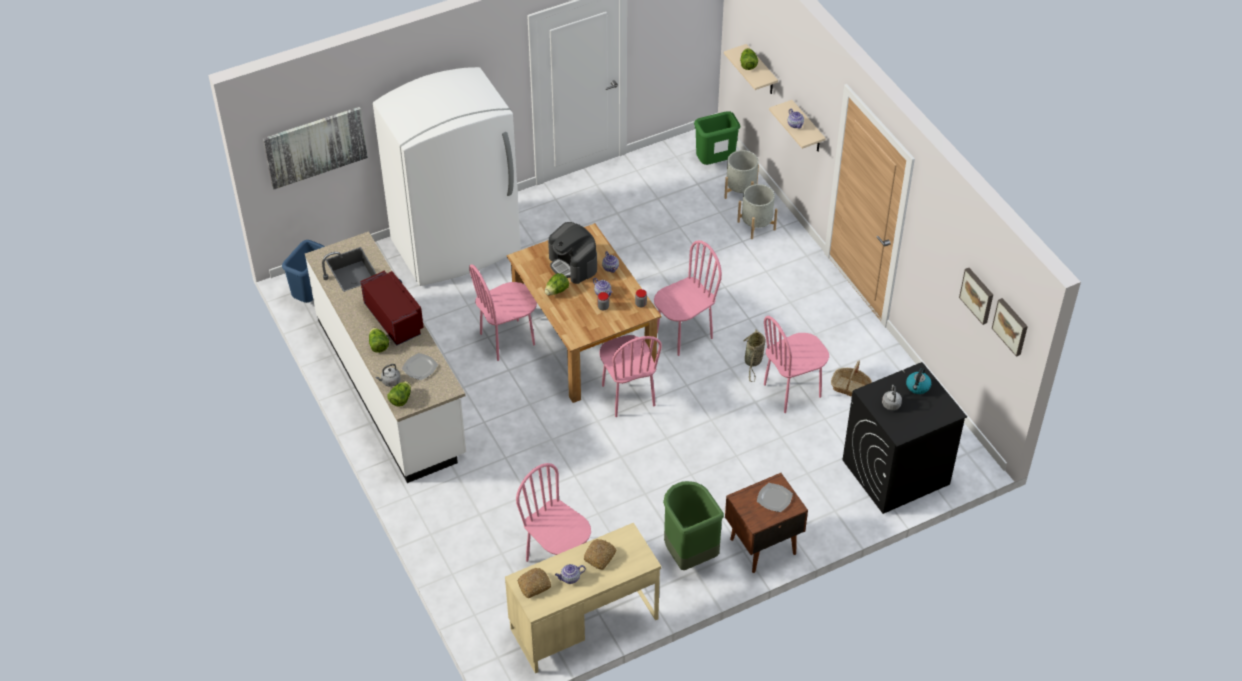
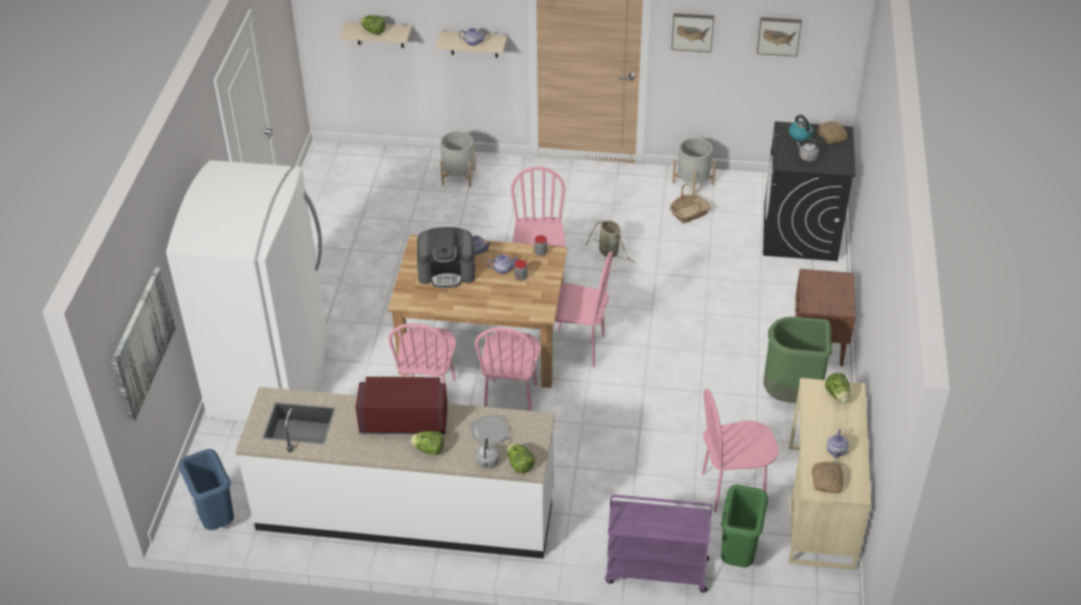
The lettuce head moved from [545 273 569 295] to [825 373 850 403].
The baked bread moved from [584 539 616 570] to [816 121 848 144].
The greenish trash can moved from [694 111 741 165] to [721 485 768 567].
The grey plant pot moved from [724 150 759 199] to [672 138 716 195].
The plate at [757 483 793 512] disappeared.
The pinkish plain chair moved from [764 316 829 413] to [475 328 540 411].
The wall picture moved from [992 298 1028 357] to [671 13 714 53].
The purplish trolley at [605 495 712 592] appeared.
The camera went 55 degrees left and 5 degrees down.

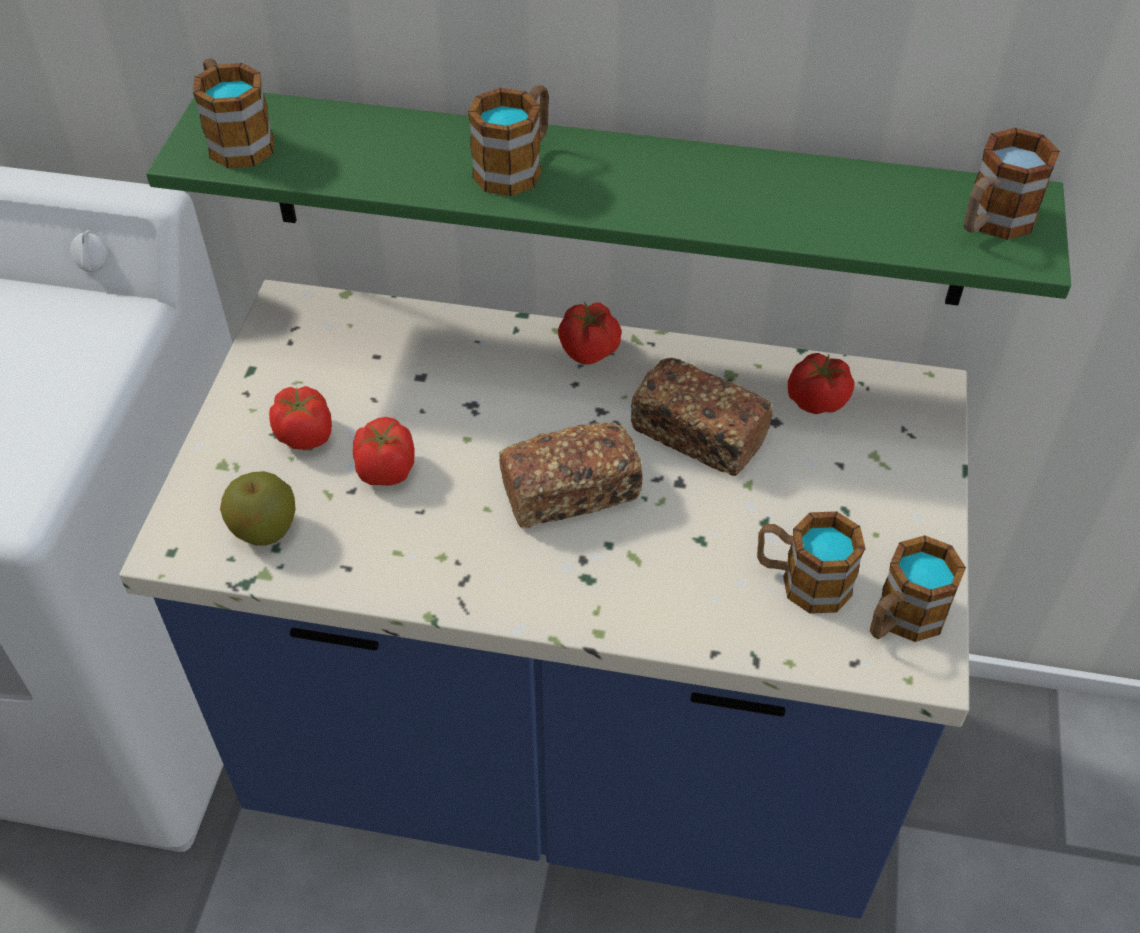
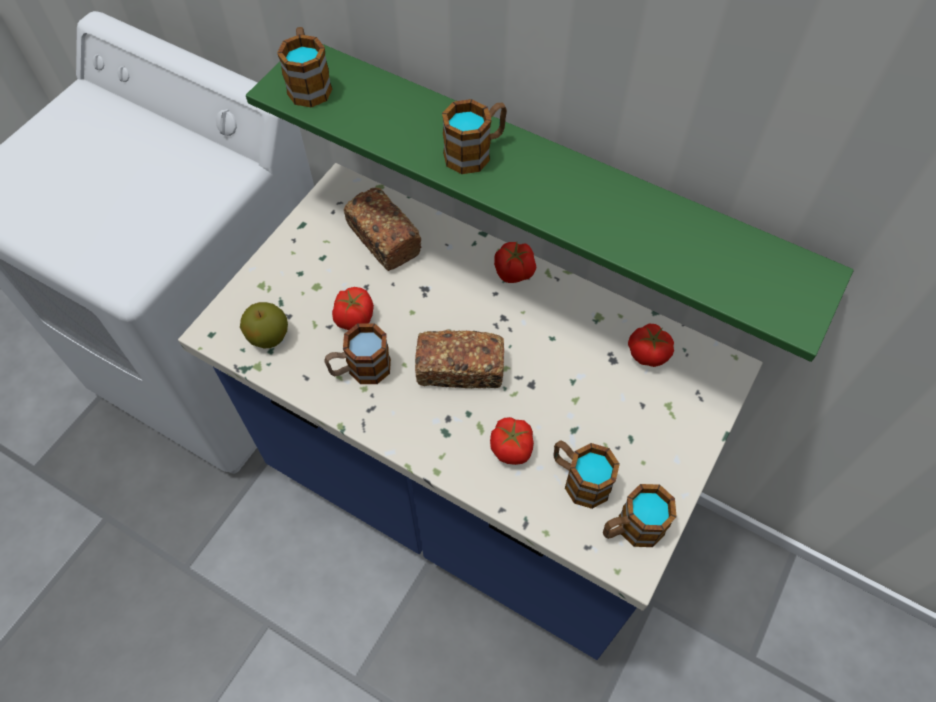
The fresh tomato moved from [269 386 332 450] to [490 417 534 465].
The baked bread moved from [631 358 772 476] to [344 188 422 271].
The mug moved from [964 128 1060 240] to [324 323 391 384].
The camera went 20 degrees right and 10 degrees up.

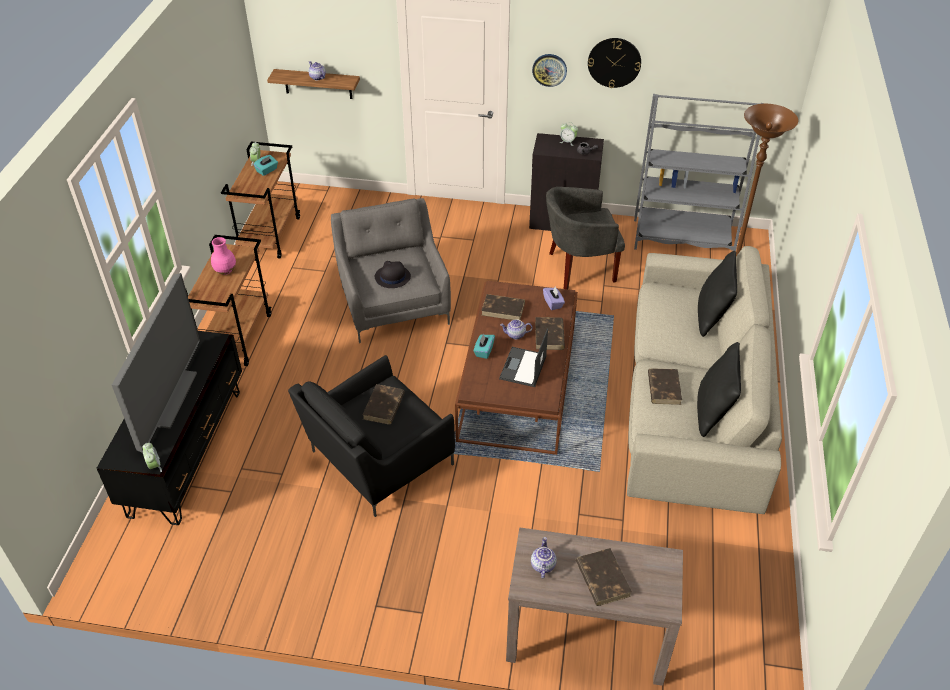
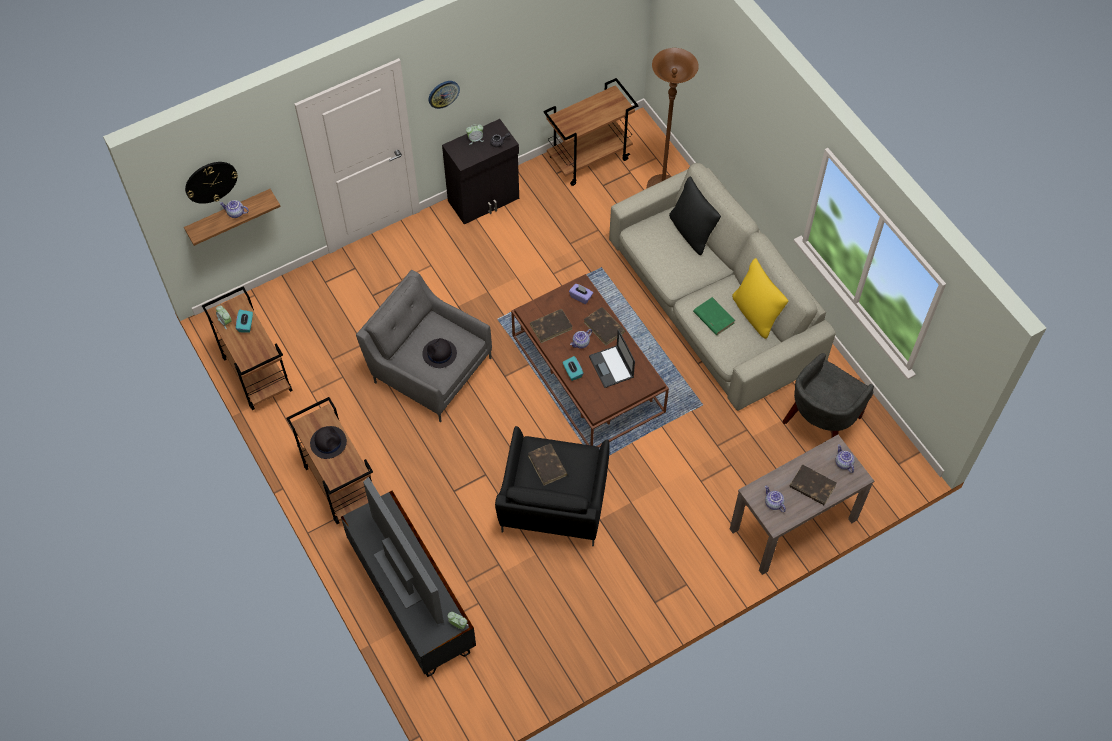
The pinkish flower vase at [211 237 236 275] was replaced by the blackish hat at [310 426 347 459].
The grey lounge chair moved from [546 187 625 289] to [782 353 874 438].
The wall clock moved from [588 38 641 88] to [185 162 238 204].
The grey bookcase at [634 94 765 251] was replaced by the brown-coloured trolley at [543 78 638 186].
The brown-coloured book at [648 368 682 405] became the greenish book at [693 297 735 335].
The blackish cushion at [697 342 741 437] became the yellowish cushion at [732 258 788 339].
The teapot at [835 444 855 473] appeared.
The camera went 40 degrees left and 15 degrees up.

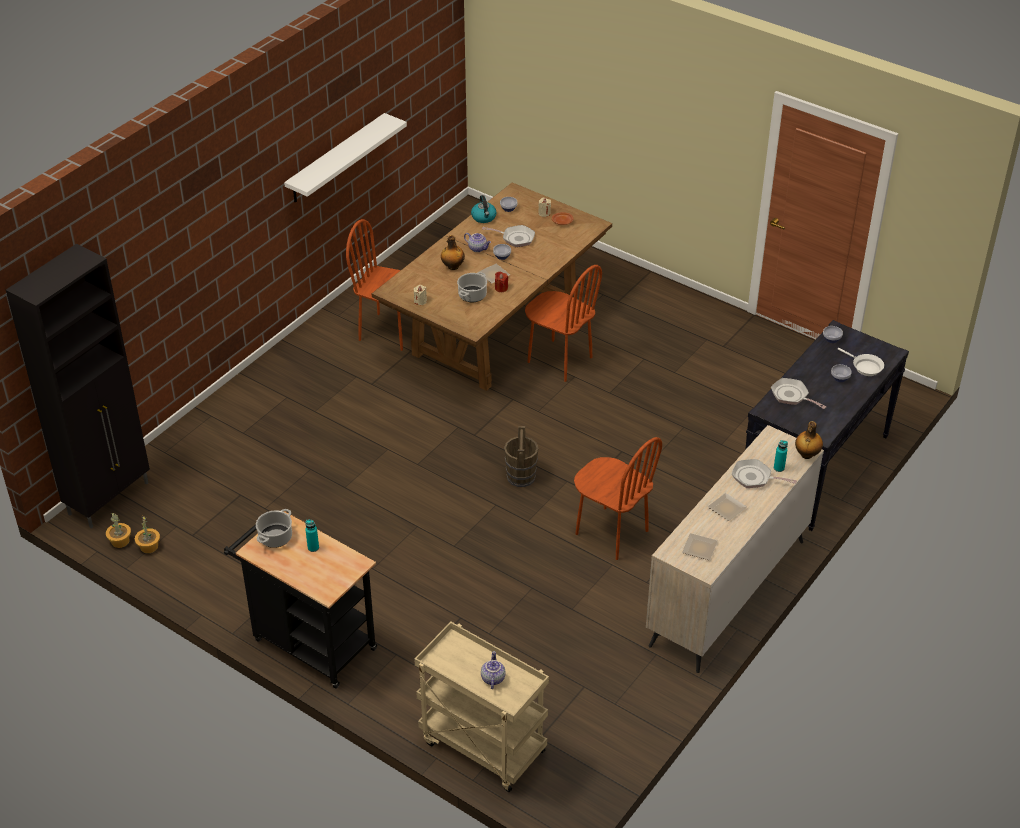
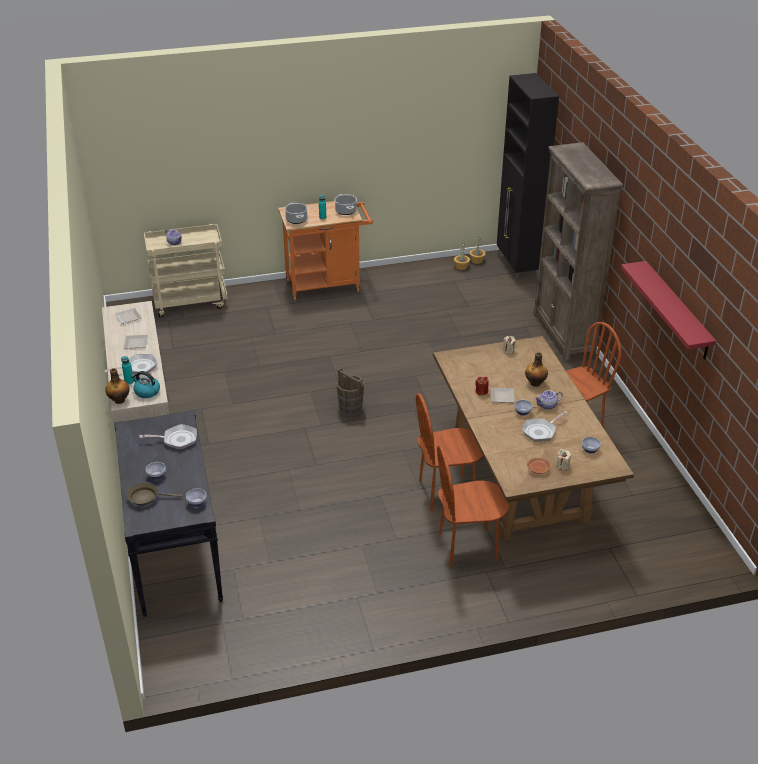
The blackish trolley at [224 511 377 689] became the orange trolley at [278 201 373 301].
The white-coloured shelf at [284 113 407 202] became the red-coloured shelf at [621 261 716 359].
The stockpot moved from [457 272 487 302] to [285 203 308 224].
The water kettle moved from [471 195 497 223] to [131 371 160 398].
The brown-coloured plain chair moved from [574 437 662 560] to [437 445 509 569].
The white-coloured pan at [838 348 884 376] became the brown-coloured pan at [127 483 183 506].
The brown-coloured bookcase at [534 142 623 361] appeared.
The camera went 130 degrees right and 5 degrees down.

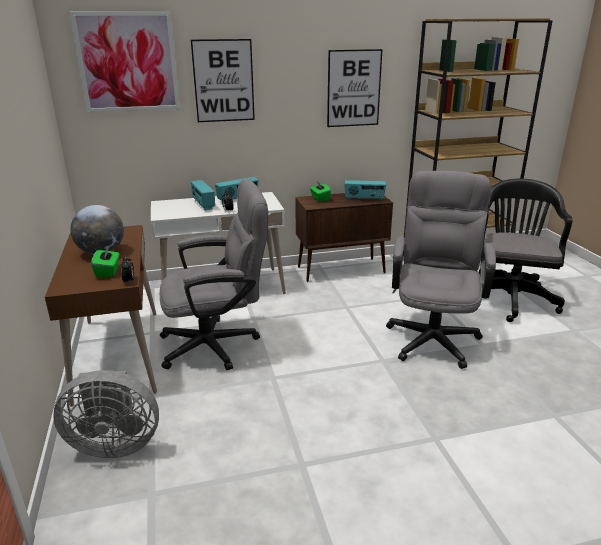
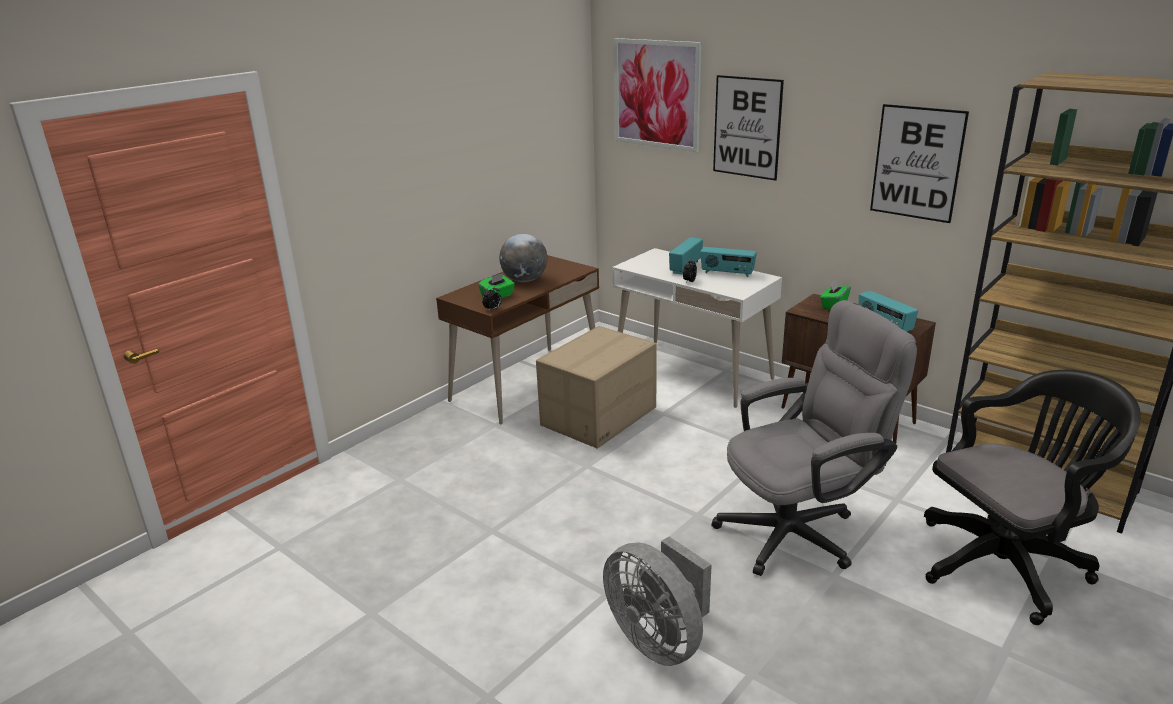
The grey electric fan moved from [53 370 159 458] to [603 537 712 666].
The grey computer chair at [160 179 268 370] was replaced by the packing box at [536 326 657 448].
The camera went 55 degrees right and 0 degrees up.

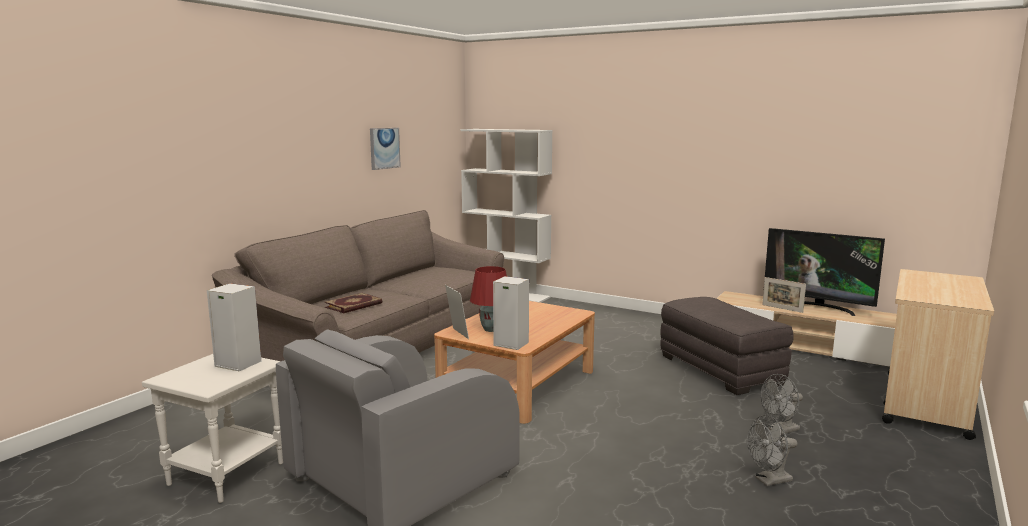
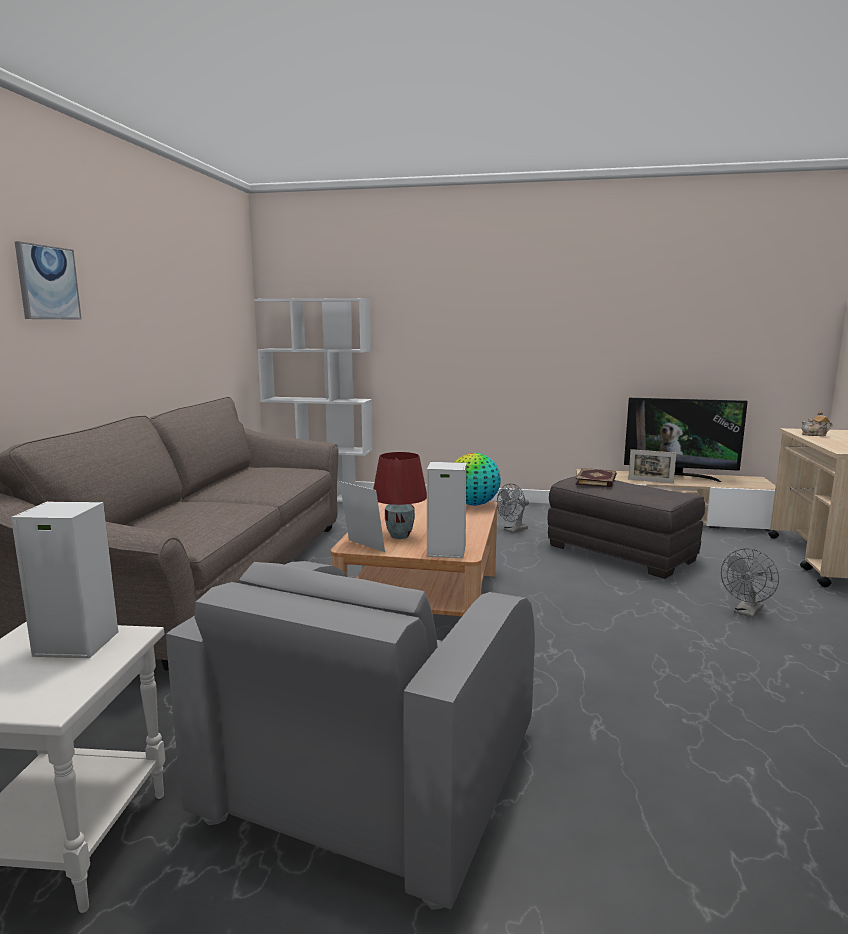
The book moved from [324 293 382 313] to [575 468 617 487].
The wall picture moved from [370 128 401 170] to [15 241 82 319].
The grey electric fan moved from [747 415 797 486] to [497 483 529 533].
The desk globe at [455 453 501 506] appeared.
The teapot at [801 411 832 436] appeared.
The camera went 20 degrees left and 0 degrees up.

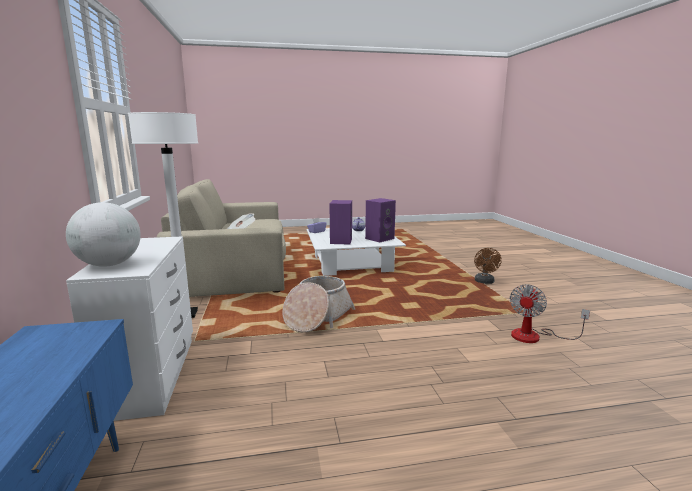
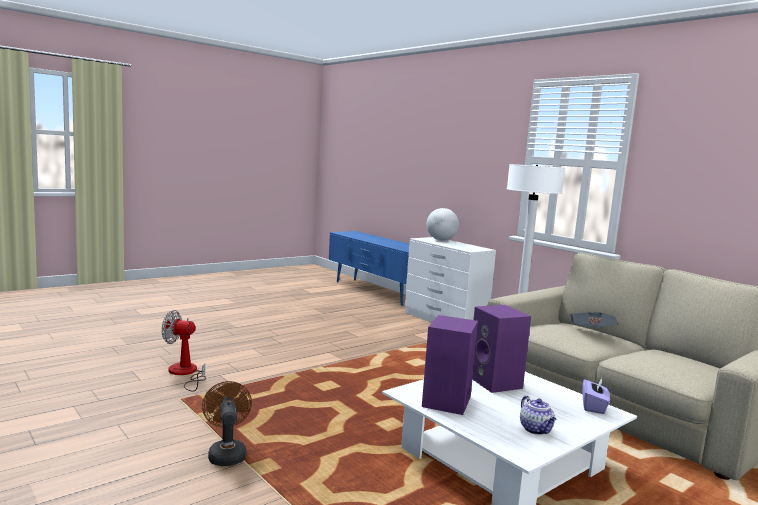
The storage basket at [282 276 355 332] disappeared.
The electric fan at [510 284 590 343] turned 90 degrees counterclockwise.
The camera went 150 degrees right and 5 degrees down.

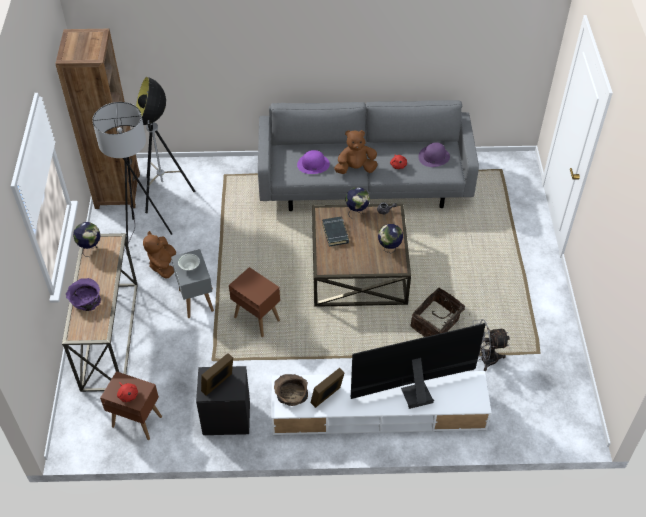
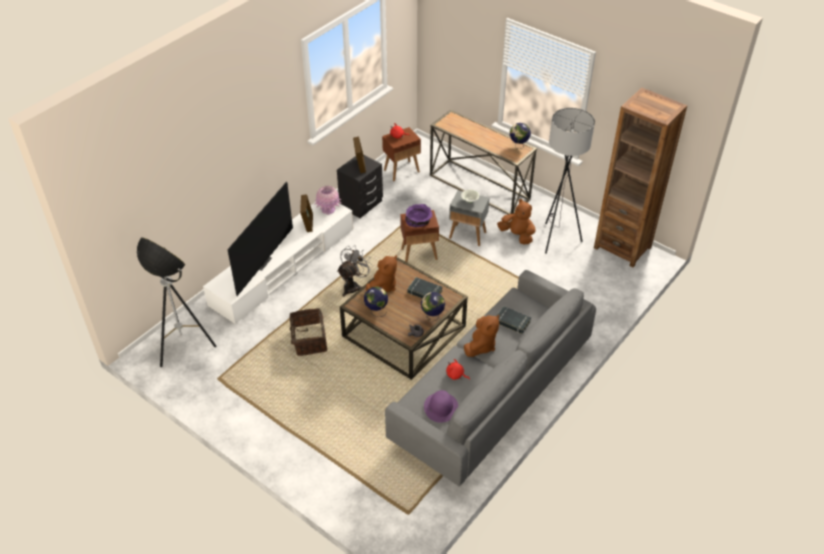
The purplish deep dish moved from [66 278 101 311] to [405 204 432 227].
The floor lamp moved from [136 77 195 213] to [137 237 216 367].
The brown-coloured deep dish at [274 374 308 406] was replaced by the pinkish flower vase at [314 186 341 215].
The purplish hat at [297 150 330 174] was replaced by the blackish book at [497 306 531 334].
The grey electric fan moved from [471 319 510 371] to [337 245 373 297].
The brown-coloured cuddly toy at [366 255 397 292] appeared.
The camera went 130 degrees right and 5 degrees down.

